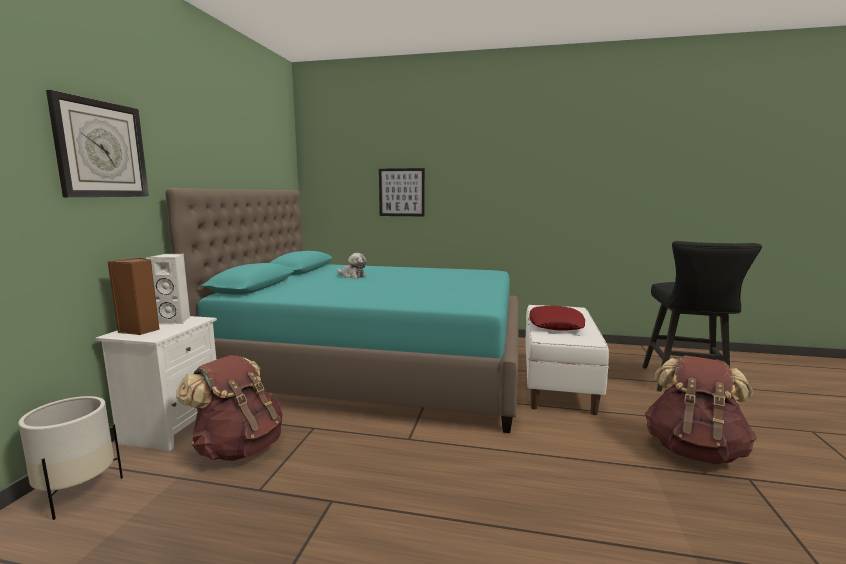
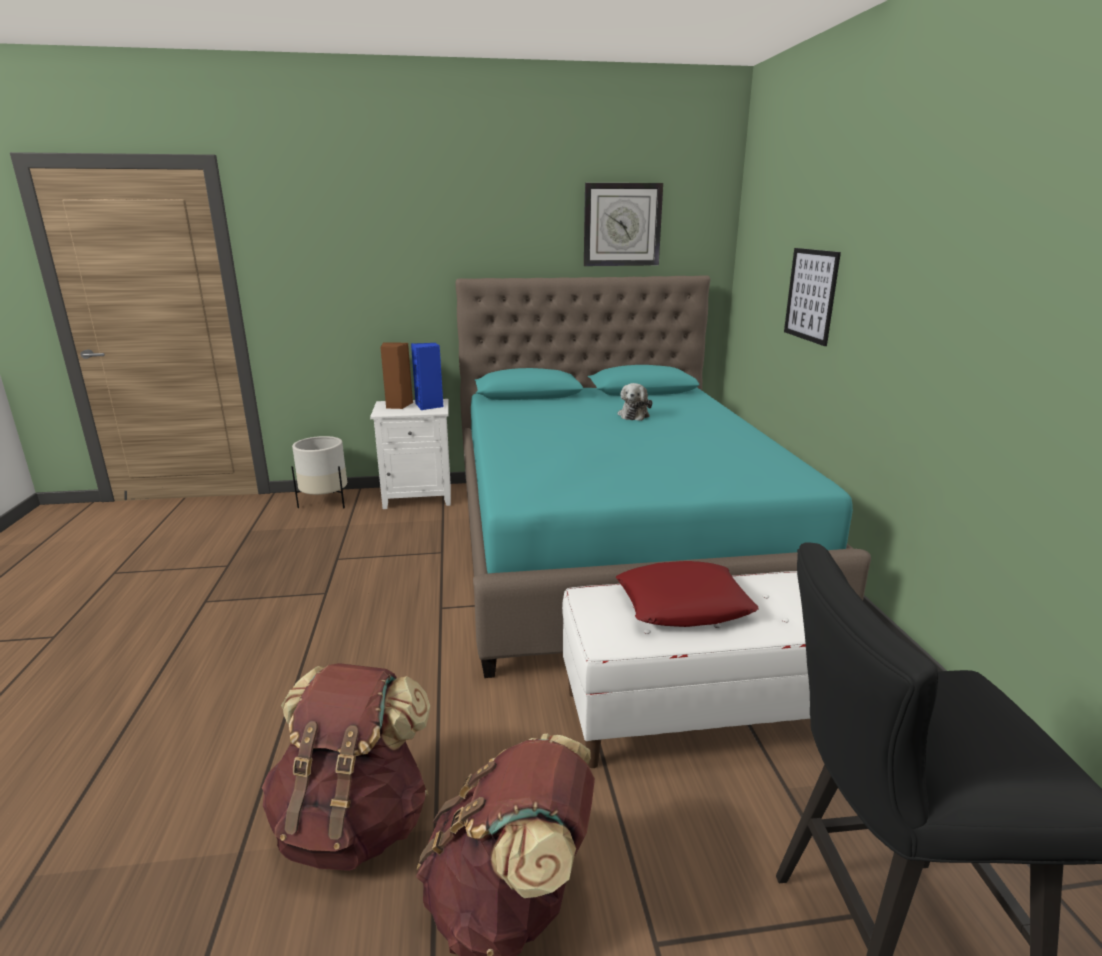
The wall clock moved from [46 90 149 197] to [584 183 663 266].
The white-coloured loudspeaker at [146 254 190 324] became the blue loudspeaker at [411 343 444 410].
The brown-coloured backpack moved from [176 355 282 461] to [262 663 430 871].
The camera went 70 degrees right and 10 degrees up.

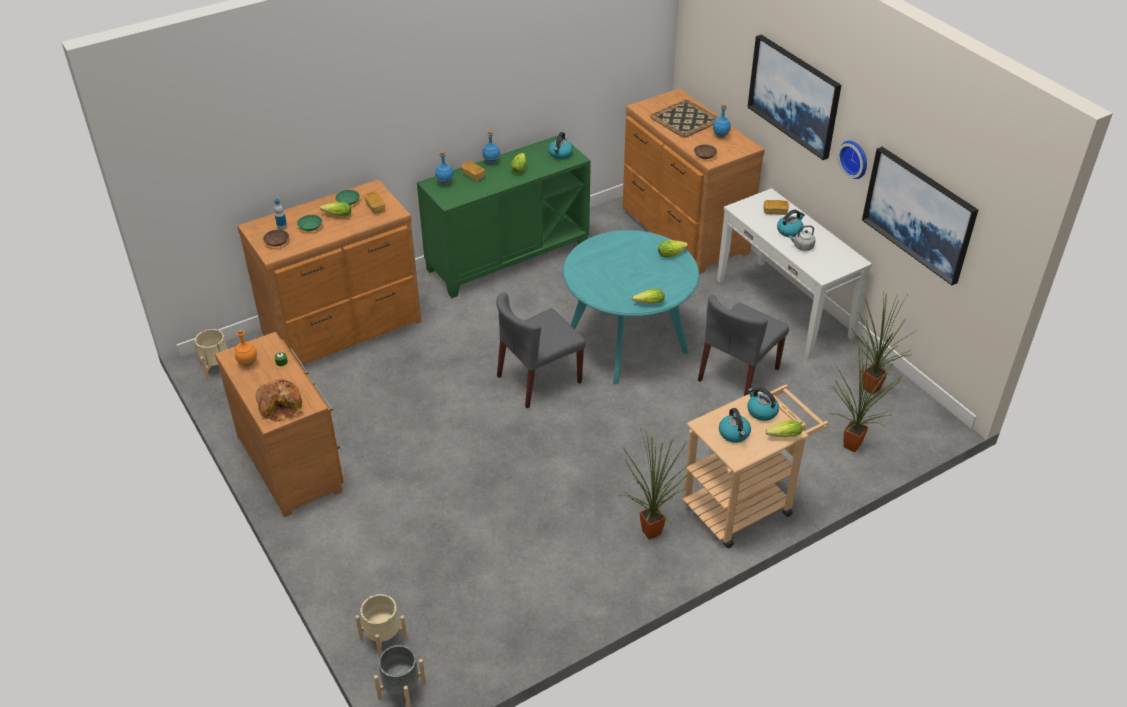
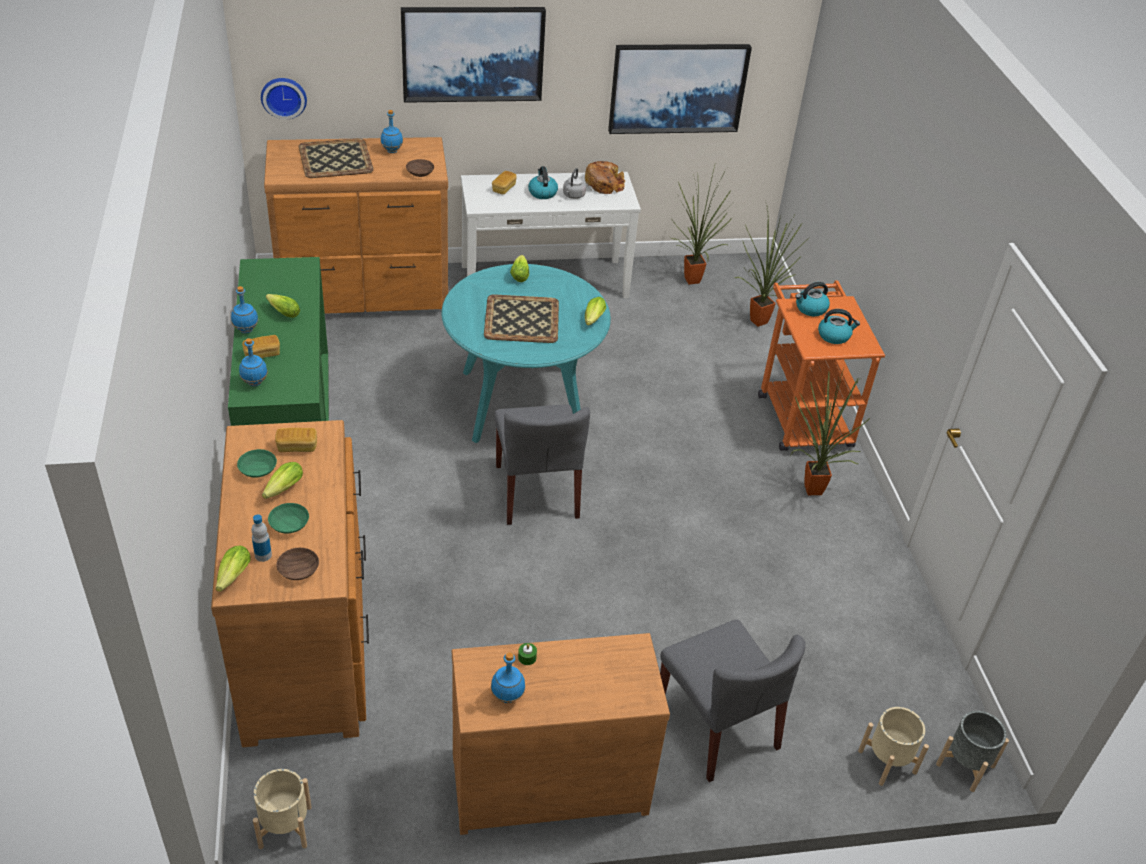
The orange drink bottle at [235 329 257 366] became the blue drink bottle at [491 652 525 703].
The baked bread moved from [256 379 303 422] to [585 161 625 194].
The water kettle at [548 132 573 159] disappeared.
The beige trolley at [683 385 829 548] became the orange trolley at [758 281 885 451].
The grey plain chair moved from [698 295 789 396] to [660 619 806 782].
The lettuce head moved from [766 420 803 437] to [216 546 250 592].
The wall clock moved from [837 141 867 179] to [261 78 307 119].
The serving tray at [484 294 559 343] appeared.
The camera went 70 degrees left and 0 degrees up.

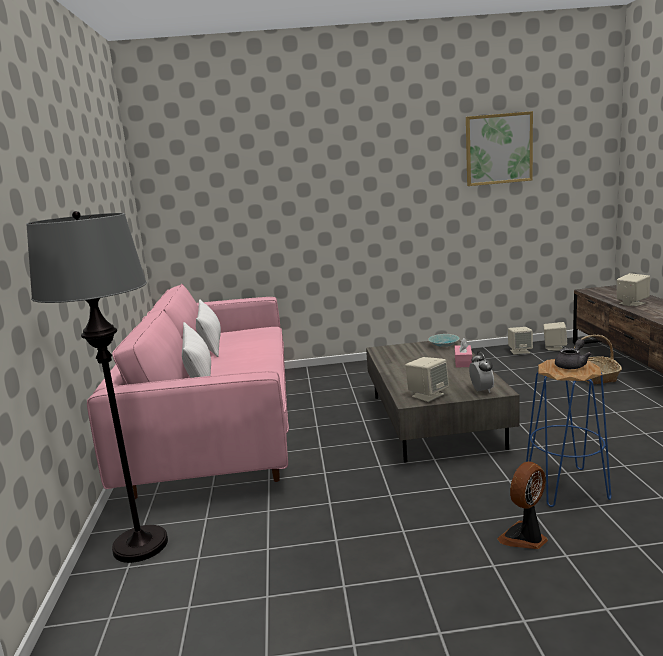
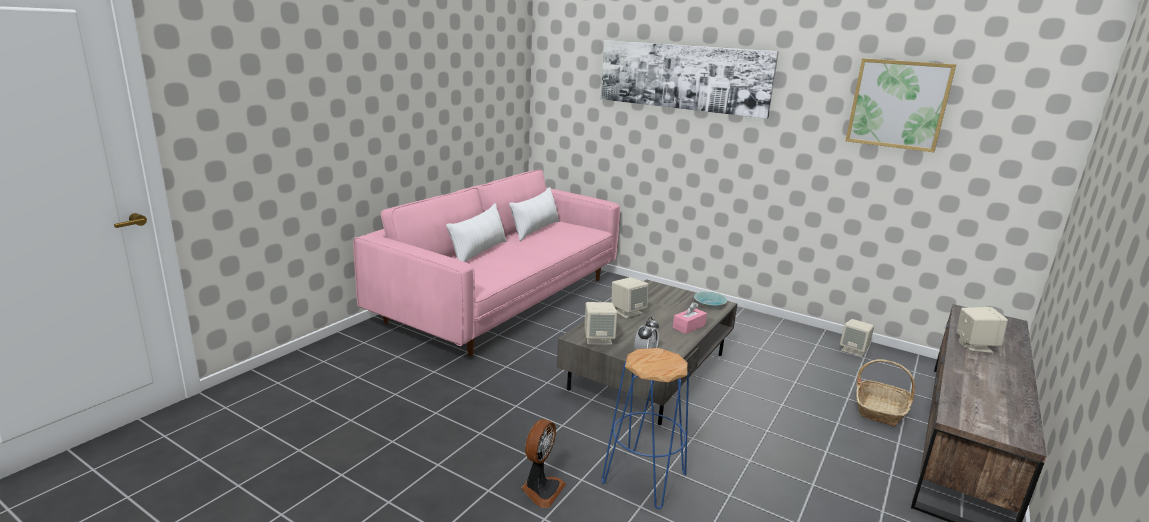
The grey floor lamp at [26 211 168 563] disappeared.
The electric fan at [497 461 548 549] turned 120 degrees clockwise.
The beige loudspeaker moved from [543 322 567 351] to [611 277 648 318].
The grey teapot at [555 339 592 369] disappeared.
The wall picture at [601 40 779 119] appeared.
The camera went 35 degrees right and 5 degrees up.

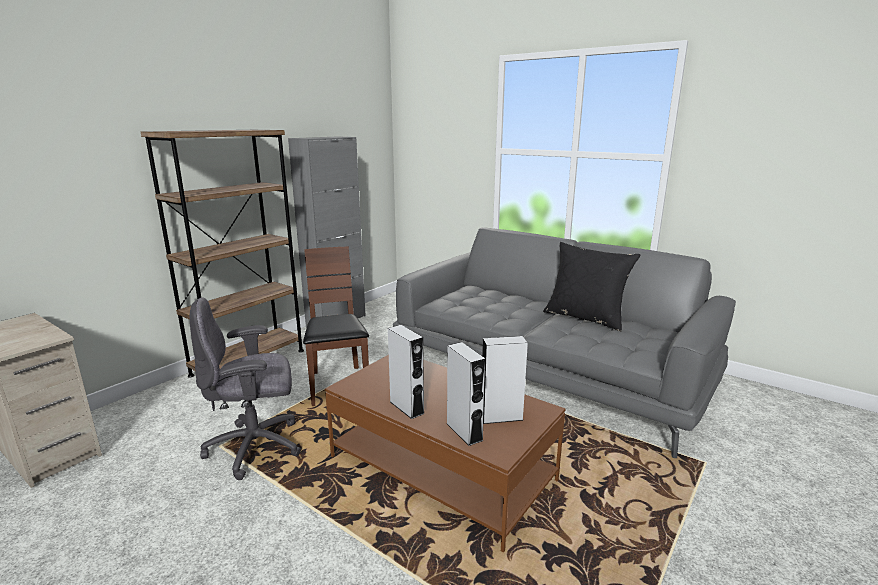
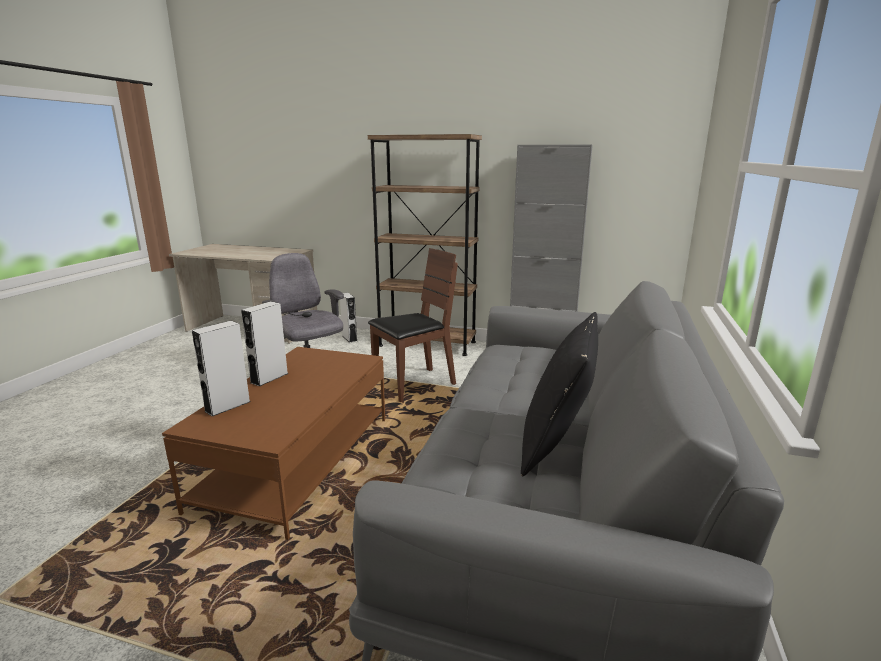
The grey loudspeaker moved from [482 336 528 424] to [340 292 357 343].
The camera went 70 degrees right and 0 degrees up.

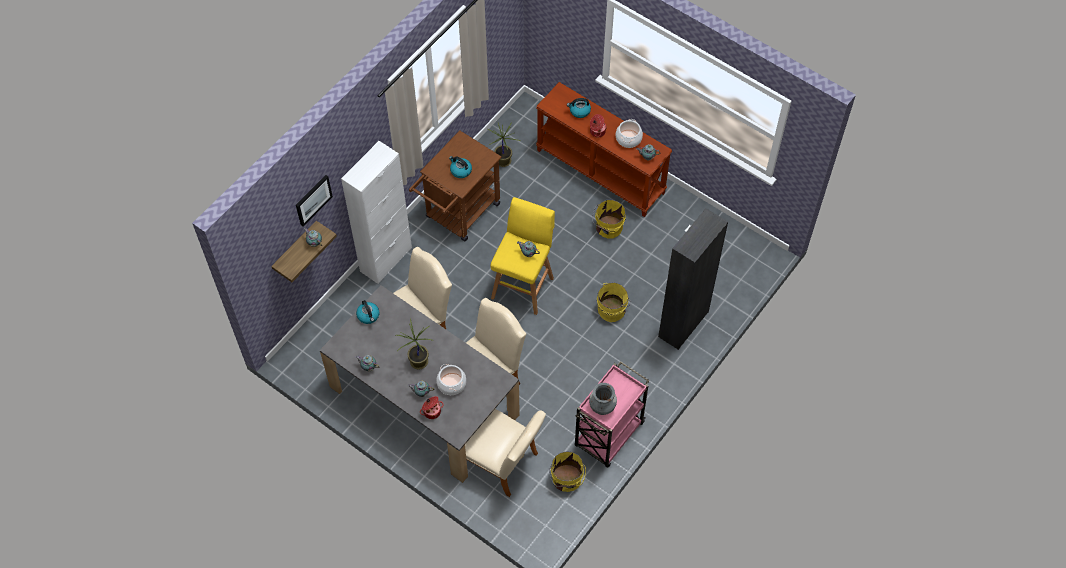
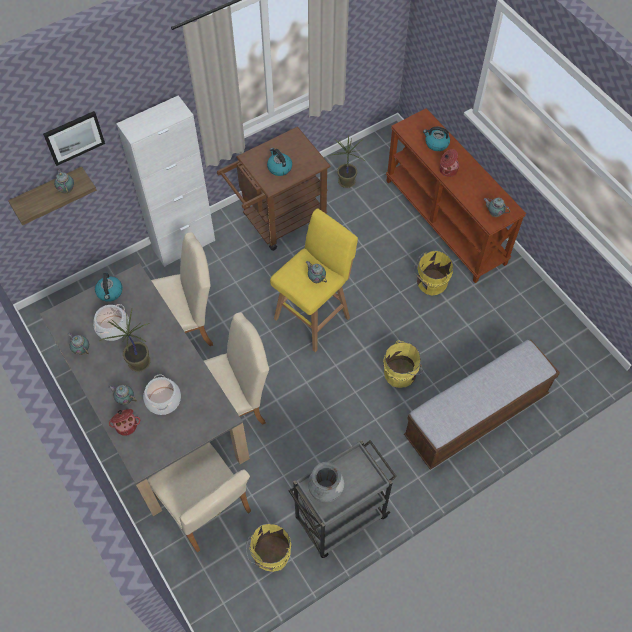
The pinkish trolley at [575 361 650 467] became the grey trolley at [288 440 397 558].
The stockpot moved from [616 119 643 148] to [93 304 129 341].
The blackish cabinet at [658 209 728 350] was replaced by the long seat at [404 340 560 470].
The camera went 20 degrees right and 0 degrees up.

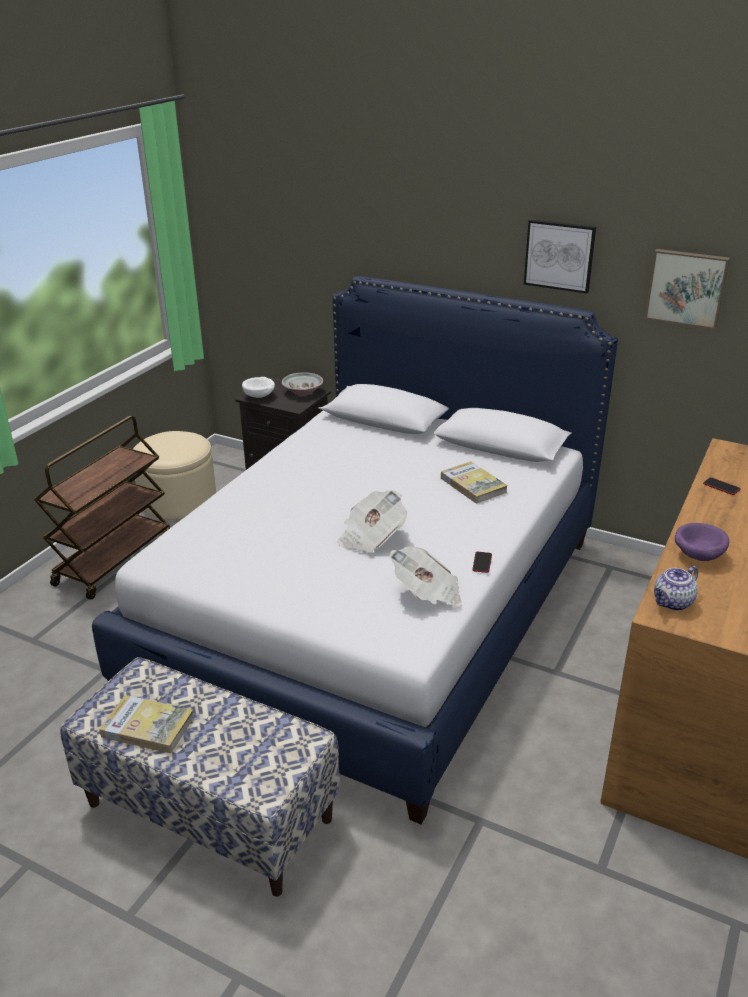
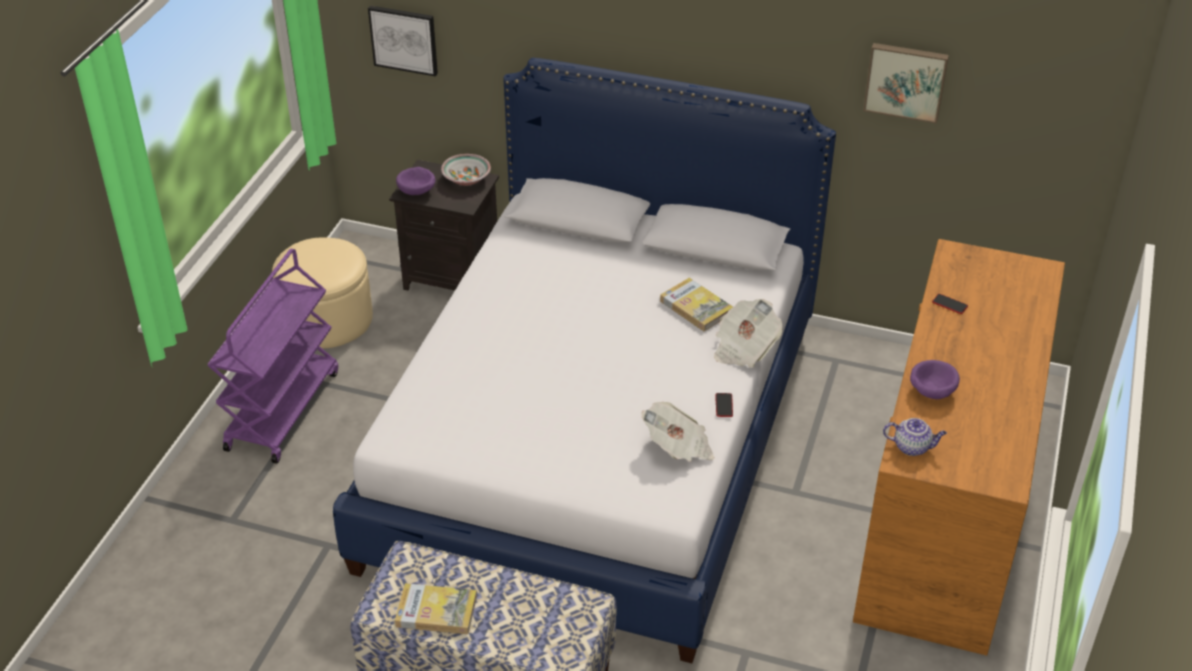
The brown-coloured trolley at [34 416 170 600] became the purplish trolley at [207 249 338 464].
The white-coloured deep dish at [242 377 275 398] became the purplish deep dish at [396 167 435 195].
The printed paper moved from [337 490 407 553] to [714 299 783 368].
The wall picture moved from [524 219 596 294] to [368 5 438 76].
The teapot at [654 566 698 611] turned 120 degrees counterclockwise.
The camera went 10 degrees left and 10 degrees up.

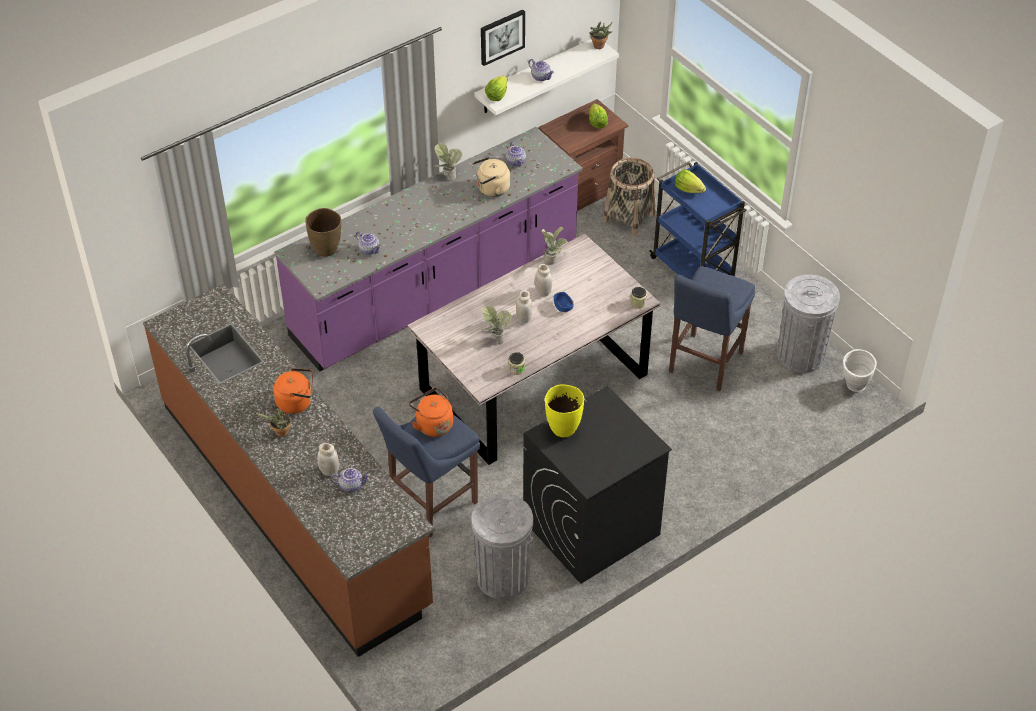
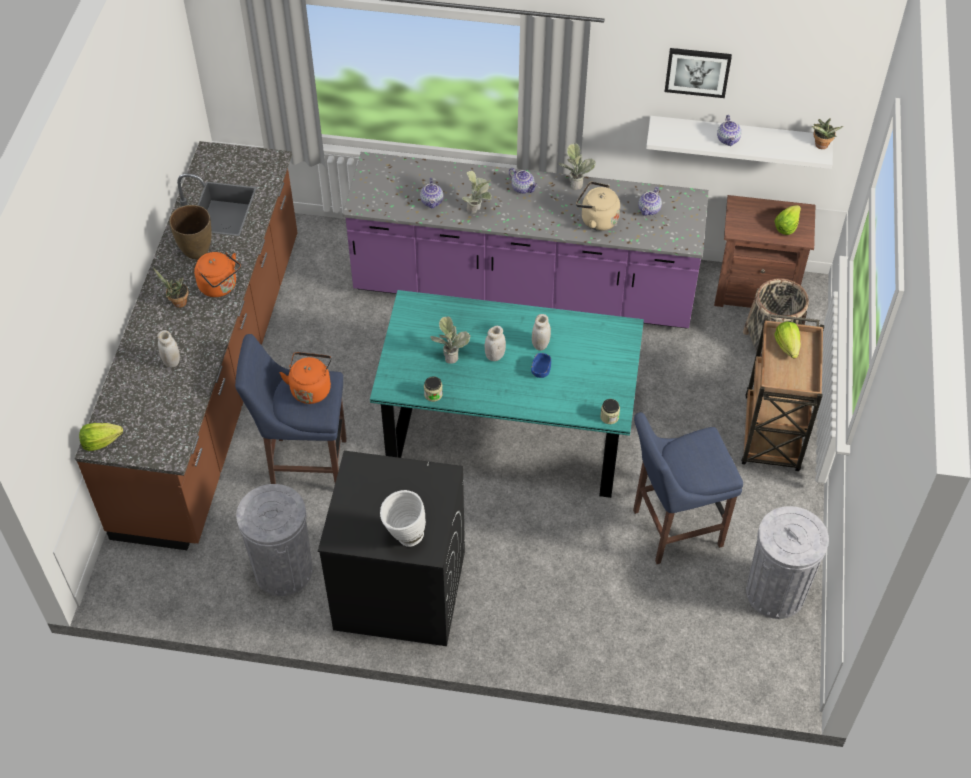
The brown-coloured flower vase moved from [305 208 341 257] to [169 205 212 259].
The teapot moved from [331 468 370 492] to [509 168 538 194].
The grey kitchen table at [407 234 660 465] became the turquoise-coloured kitchen table at [370 290 644 498].
The lettuce head moved from [485 76 508 101] to [79 423 123 451].
The houseplant moved from [541 227 568 265] to [462 171 492 214].
The yellowish flower vase at [545 384 584 437] disappeared.
The blue trolley at [649 161 747 280] became the brown-coloured trolley at [741 314 824 471].
The white-coloured flower vase moved from [843 349 877 392] to [380 490 426 547].
The camera went 45 degrees right and 5 degrees up.

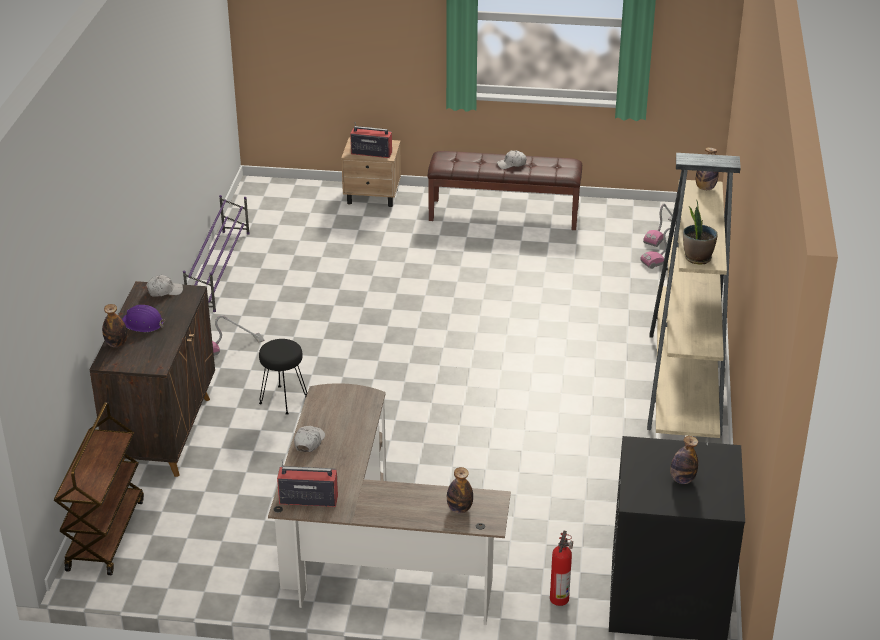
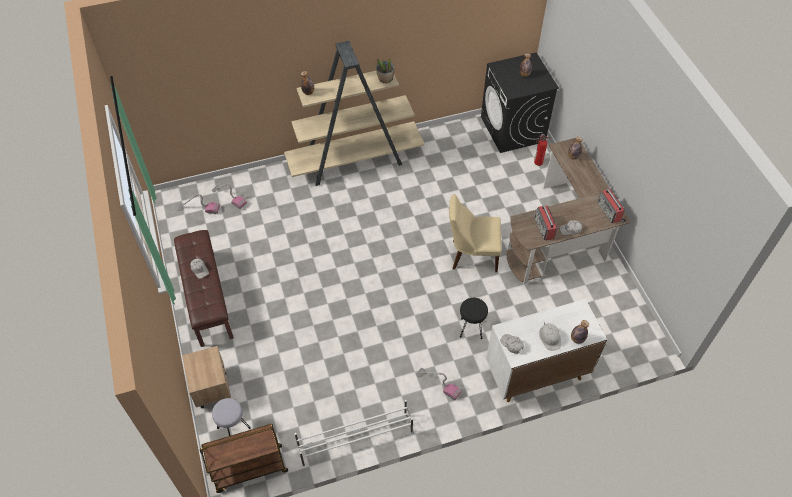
The brown-coloured trolley moved from [54 402 144 575] to [200 424 288 493].
The brown-coloured cabinet at [90 281 215 477] became the white-coloured cabinet at [486 299 608 402].
The purplish safety helmet at [122 305 165 332] became the white-coloured safety helmet at [539 323 561 351].
The purplish shoe shelf at [183 195 250 312] became the white-coloured shoe shelf at [295 400 413 467].
The radio moved from [350 122 392 158] to [534 205 557 241].
The grey stool seat at [212 398 251 436] appeared.
The beige plain chair at [449 194 501 272] appeared.
The camera went 115 degrees left and 20 degrees up.

